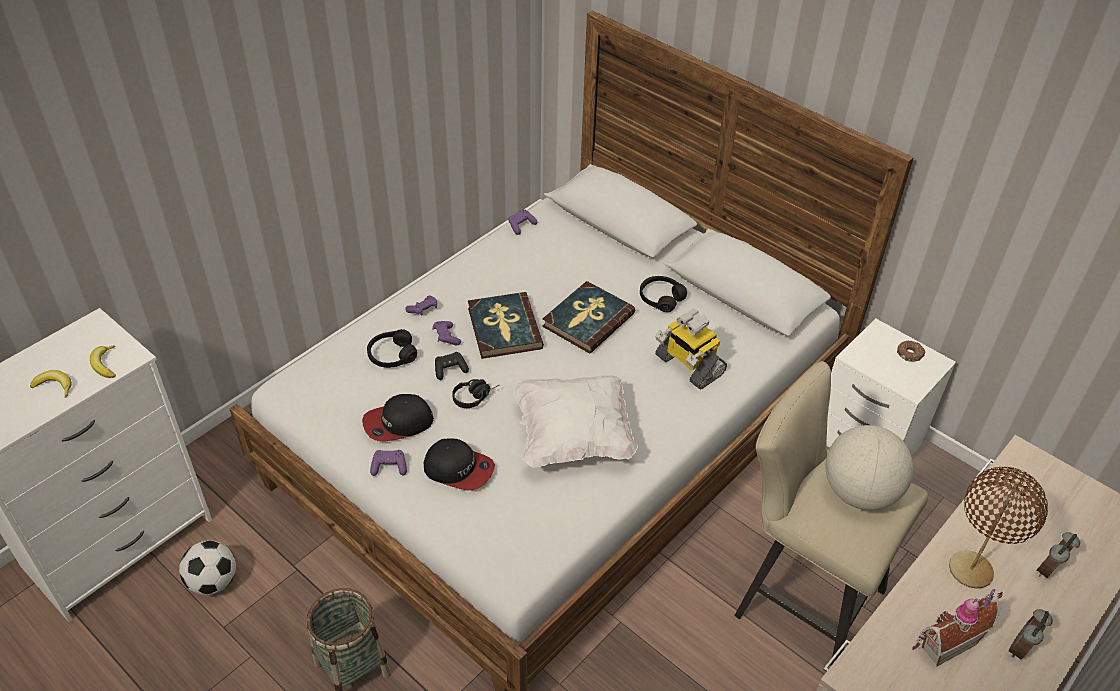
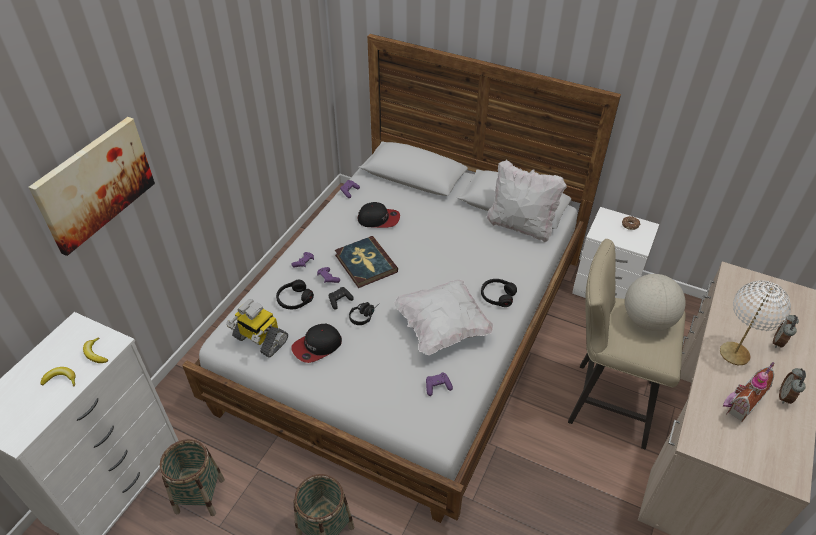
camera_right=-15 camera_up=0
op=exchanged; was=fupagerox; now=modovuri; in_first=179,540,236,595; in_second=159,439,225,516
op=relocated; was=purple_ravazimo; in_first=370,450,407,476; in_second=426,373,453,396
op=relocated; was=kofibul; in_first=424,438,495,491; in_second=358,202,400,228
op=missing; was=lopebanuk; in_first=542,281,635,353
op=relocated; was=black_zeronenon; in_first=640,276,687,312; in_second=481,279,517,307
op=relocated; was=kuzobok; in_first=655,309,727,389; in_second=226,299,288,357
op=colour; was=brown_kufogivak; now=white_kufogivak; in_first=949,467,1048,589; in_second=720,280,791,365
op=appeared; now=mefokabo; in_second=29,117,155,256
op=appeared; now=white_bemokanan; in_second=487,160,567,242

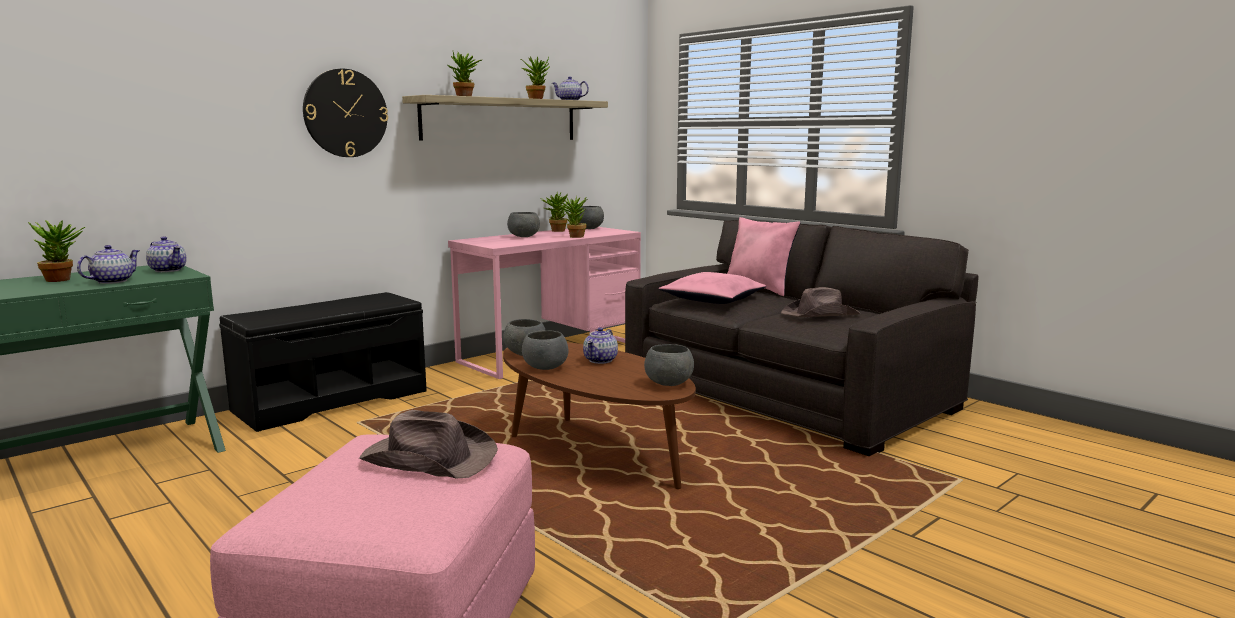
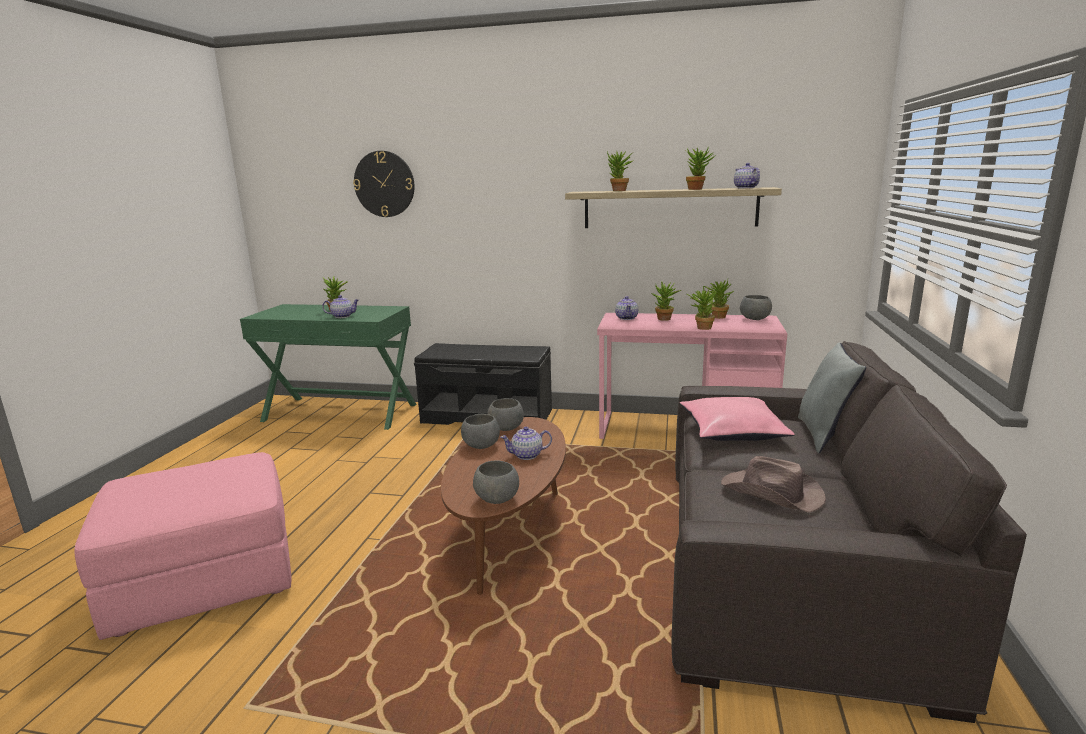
camera_right=55 camera_up=5
op=relocated; was=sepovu; in_first=146,236,187,272; in_second=615,296,638,320
op=relocated; was=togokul; in_first=303,69,388,157; in_second=353,151,415,217
op=missing; was=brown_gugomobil; in_first=359,410,498,479
op=exchanged; was=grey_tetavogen; now=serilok; in_first=507,212,540,237; in_second=652,281,681,321
op=colour; was=pink_bemokanan; now=grey_bemokanan; in_first=727,217,801,296; in_second=798,343,866,453

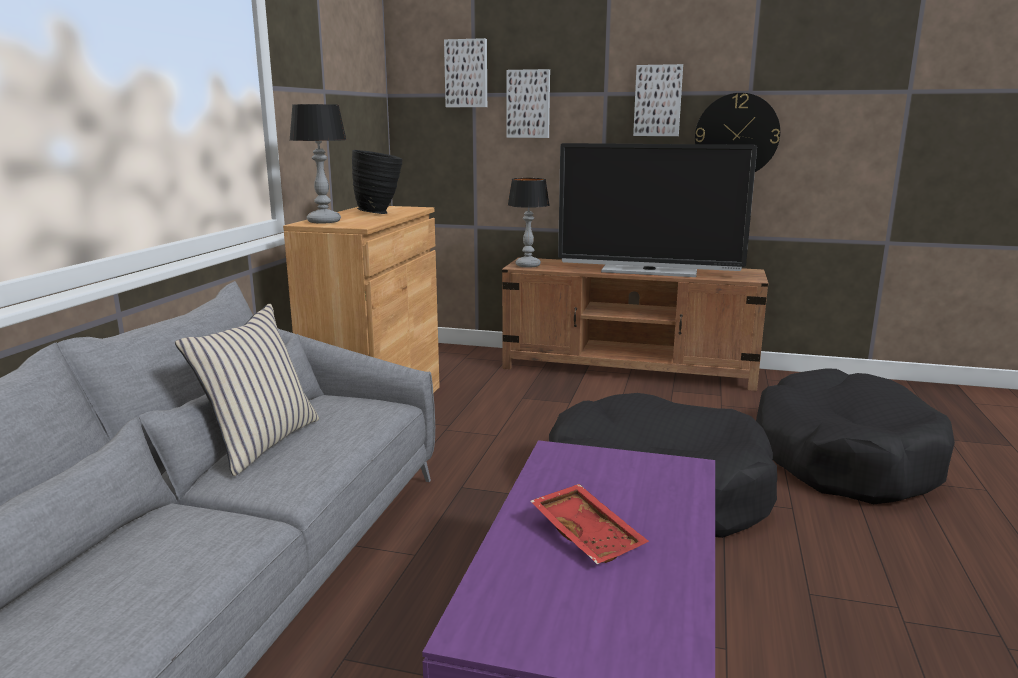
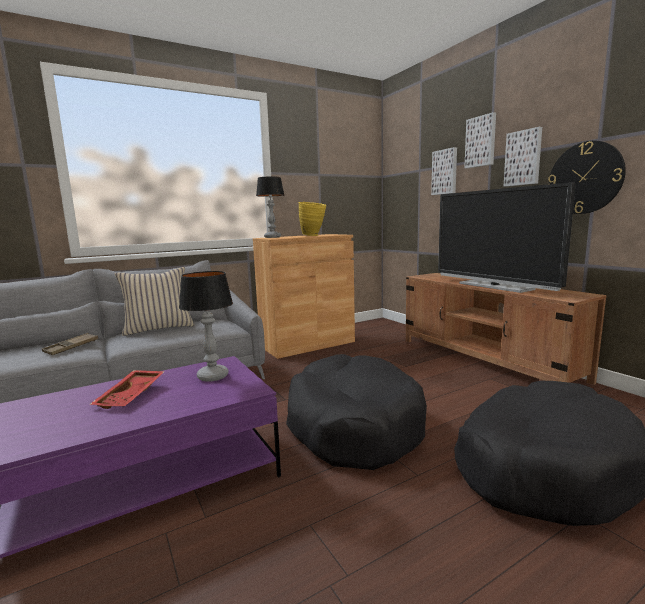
camera_right=45 camera_up=-5
op=colour; was=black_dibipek; now=yellow_dibipek; in_first=352,150,403,214; in_second=299,202,326,236
op=relocated; was=mefokabo; in_first=444,38,487,107; in_second=464,112,496,169
op=relocated; was=kufogivak; in_first=508,178,549,268; in_second=179,271,233,382
op=appeared; now=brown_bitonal; in_second=42,333,98,355

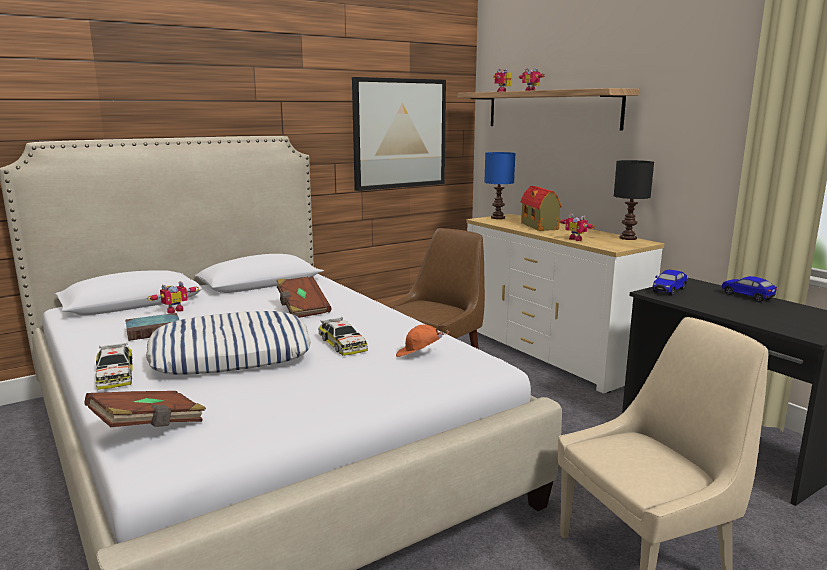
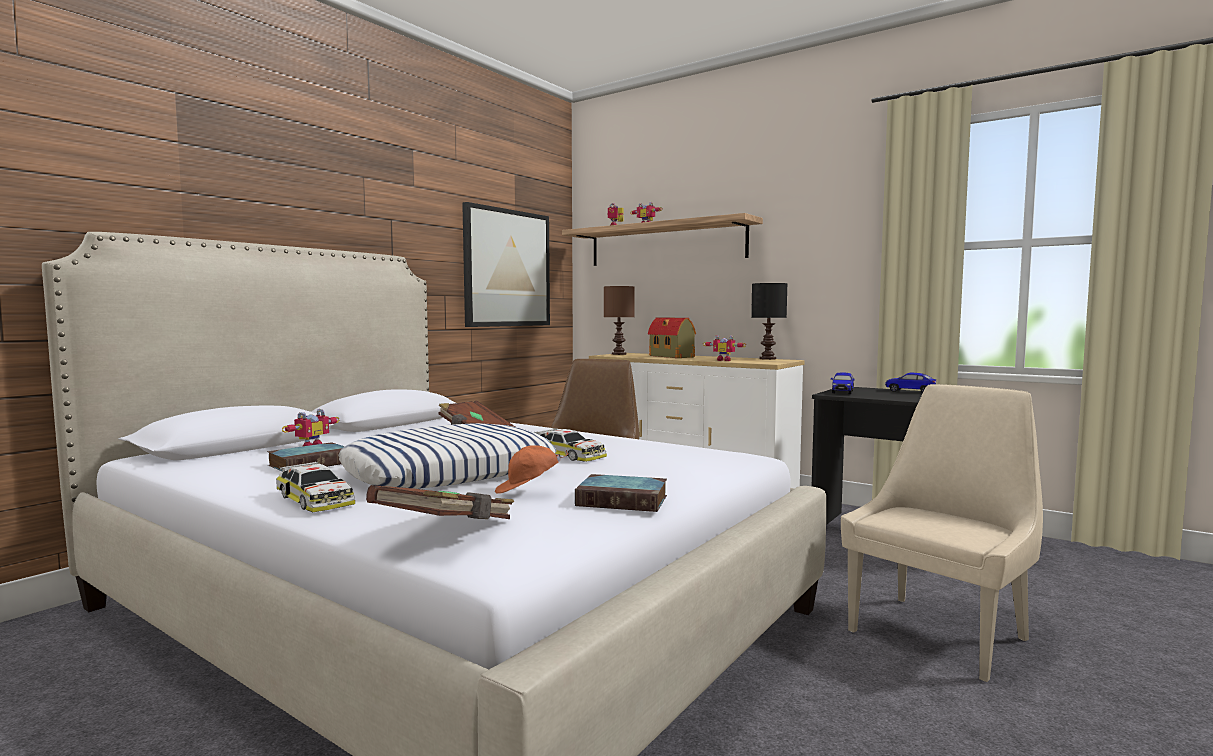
camera_right=-20 camera_up=-10
op=relocated; was=orange_kofibul; in_first=396,325,449,357; in_second=495,445,568,494
op=colour; was=blue_kufogivak; now=brown_kufogivak; in_first=484,152,515,219; in_second=604,286,635,355
op=appeared; now=lopebanuk; in_second=575,474,667,512

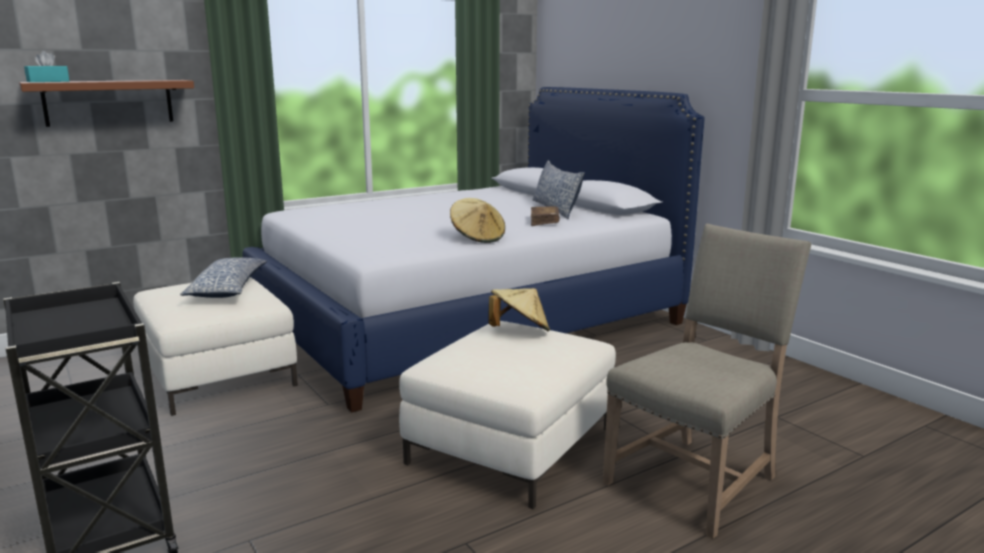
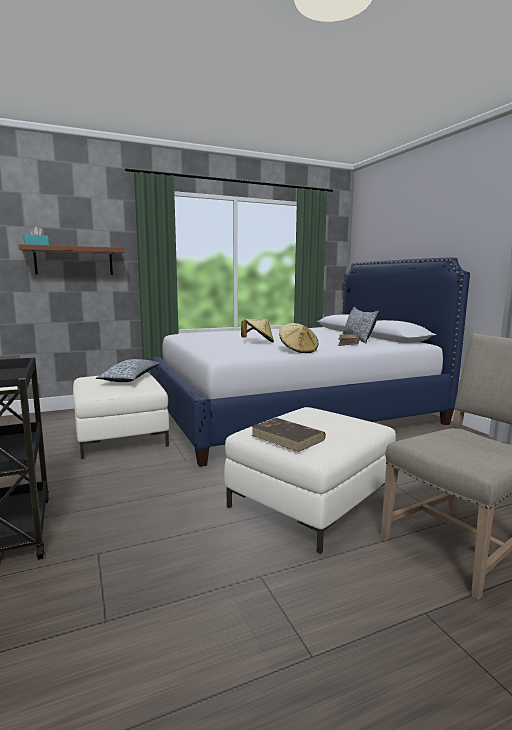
camera_right=10 camera_up=-5
op=relocated; was=beige_gugomobil; in_first=488,288,550,331; in_second=241,319,274,343
op=appeared; now=brown_lopebanuk; in_second=251,418,326,452

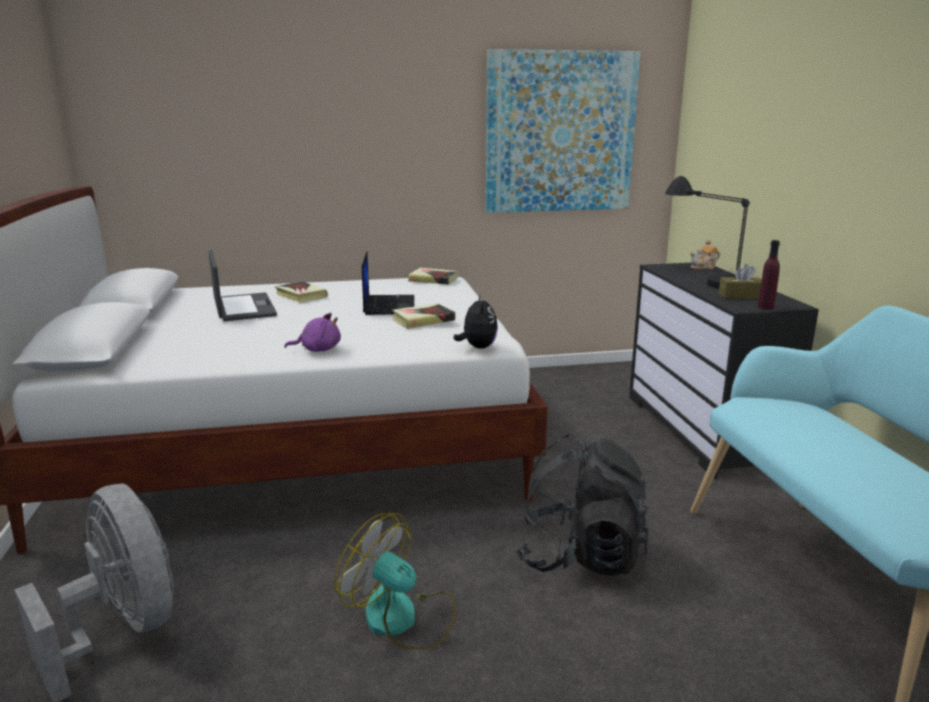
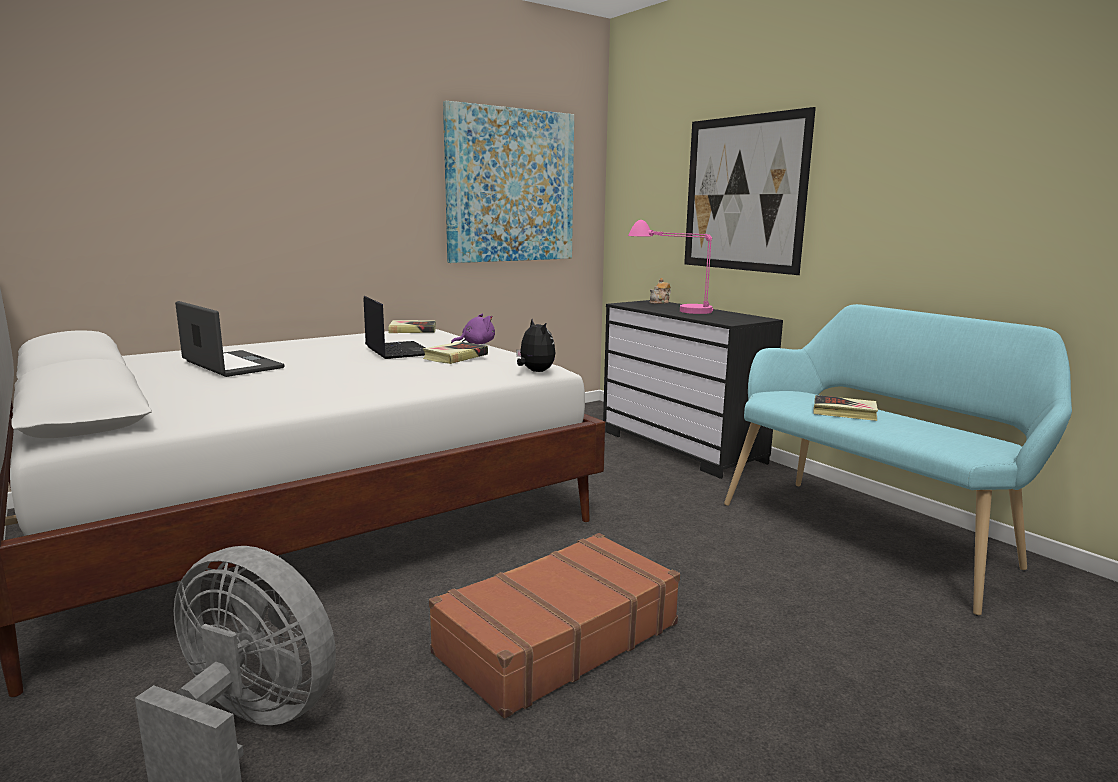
camera_right=-25 camera_up=-5
op=relocated; was=lopebanuk; in_first=275,281,328,303; in_second=813,395,878,421
op=relocated; was=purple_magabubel; in_first=284,313,341,352; in_second=451,314,495,344
op=exchanged; was=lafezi; now=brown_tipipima; in_first=334,513,456,650; in_second=429,533,680,718
op=missing; was=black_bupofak; in_first=515,434,648,576
op=colour; was=black_kufogivak; now=pink_kufogivak; in_first=665,176,750,289; in_second=628,220,713,314
op=missing; was=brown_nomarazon; in_first=719,264,762,299
op=missing; was=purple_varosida; in_first=758,240,780,310
op=appeared; now=mefokabo; in_second=684,107,816,275

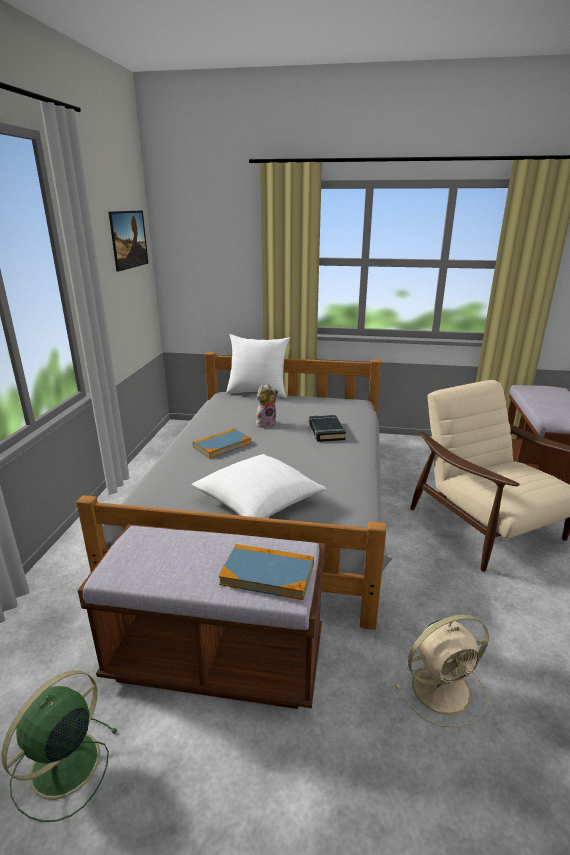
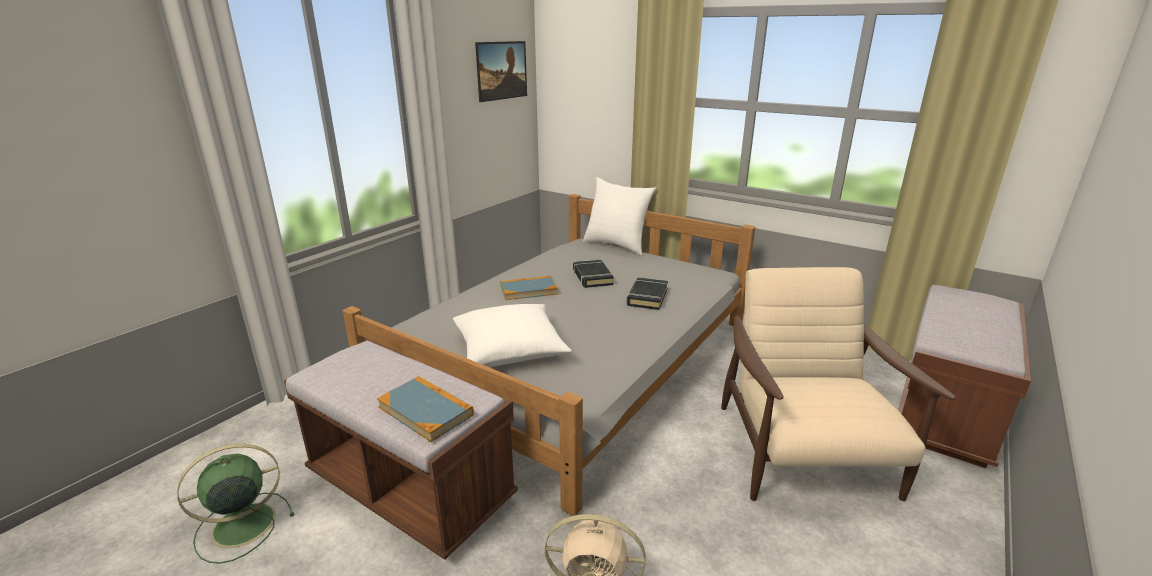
camera_right=25 camera_up=0
op=exchanged; was=magabubel; now=black_lopebanuk; in_first=256,384,278,427; in_second=573,260,614,288

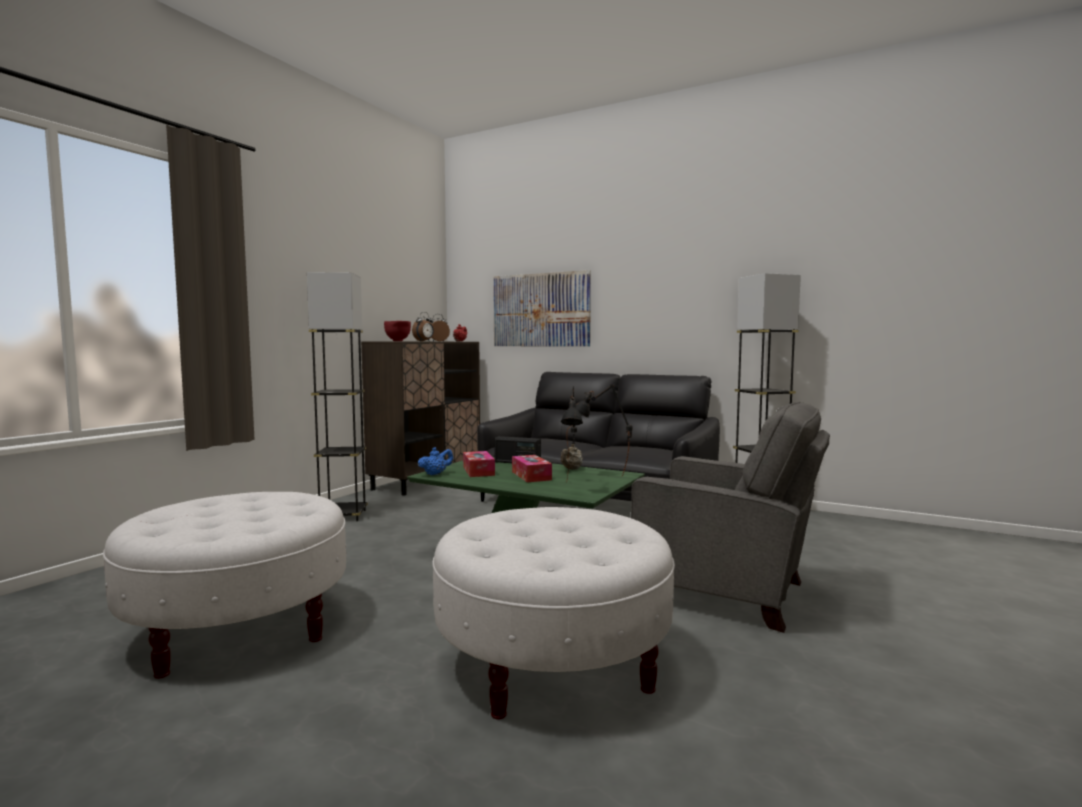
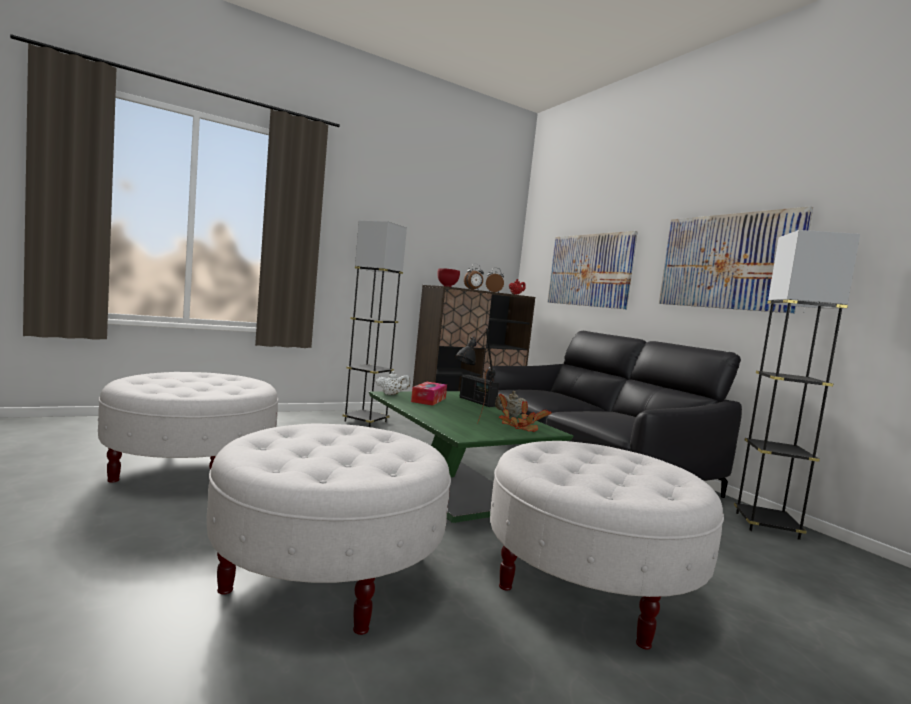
camera_right=30 camera_up=0
op=colour; was=blue_sepovu; now=white_sepovu; in_first=418,447,453,475; in_second=376,371,410,395
op=missing; was=nomarazon; in_first=512,455,552,482
op=exchanged; was=black_kufogivak; now=serilok; in_first=576,384,632,477; in_second=499,394,552,432
op=exchanged; was=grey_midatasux; now=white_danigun; in_first=631,402,830,633; in_second=490,441,724,650
op=appeared; now=mefokabo; in_second=659,206,813,313

